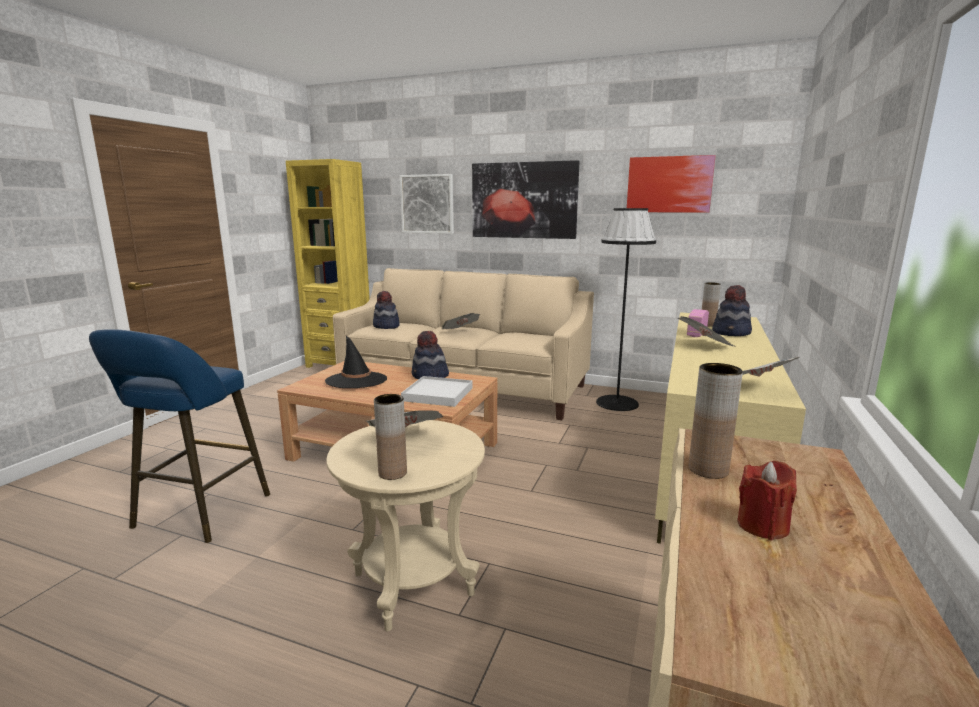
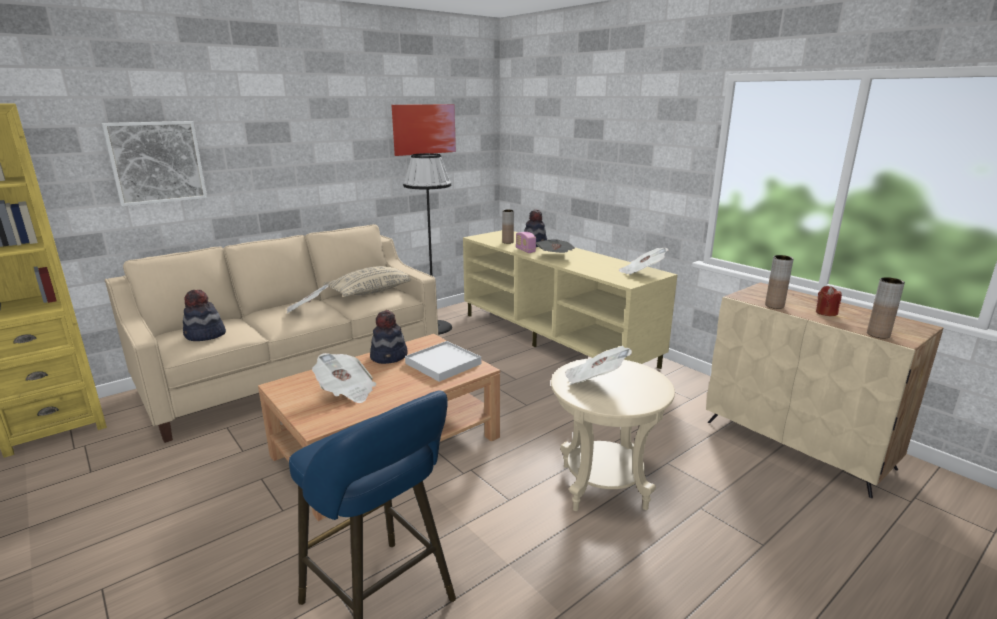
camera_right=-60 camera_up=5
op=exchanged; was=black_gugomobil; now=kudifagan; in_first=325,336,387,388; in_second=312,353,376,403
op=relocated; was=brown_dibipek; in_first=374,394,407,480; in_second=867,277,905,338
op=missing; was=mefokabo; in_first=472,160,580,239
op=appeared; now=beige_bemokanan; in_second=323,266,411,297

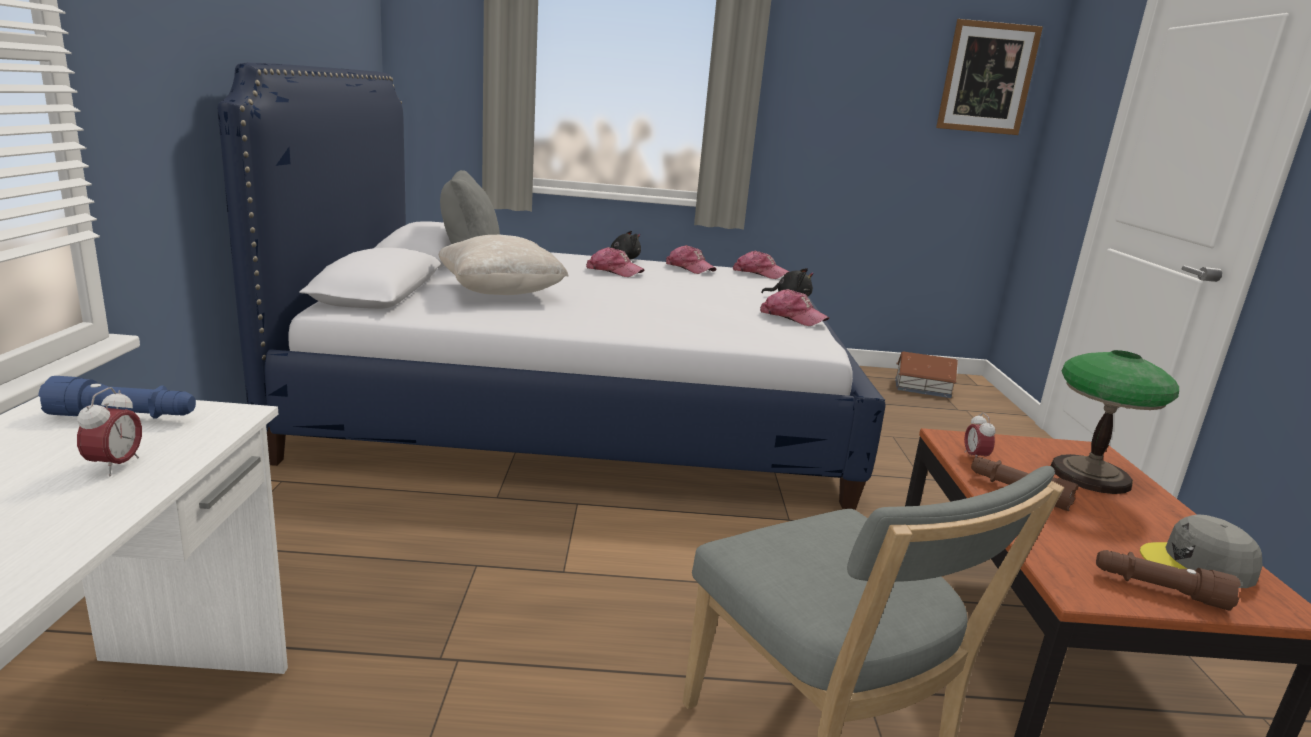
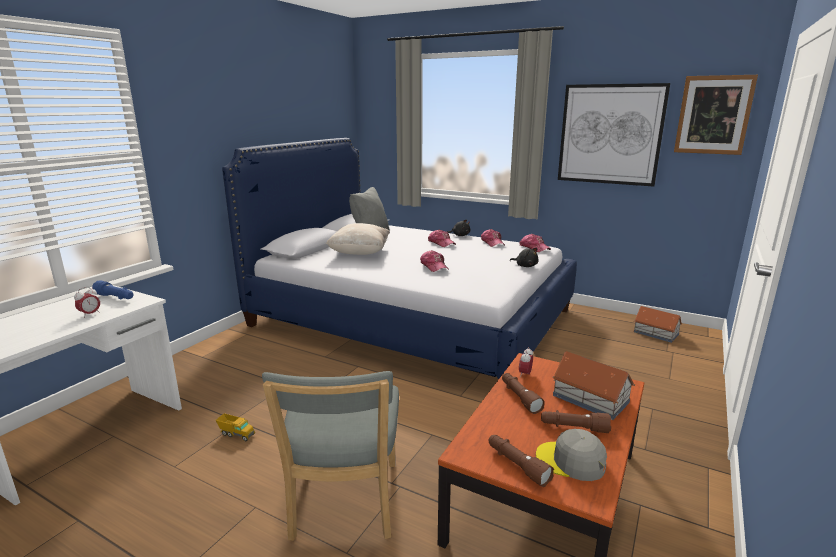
camera_right=30 camera_up=0
op=relocated; was=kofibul; in_first=760,289,829,326; in_second=420,250,449,272
op=exchanged; was=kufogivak; now=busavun; in_first=1050,350,1179,494; in_second=552,351,635,420
op=appeared; now=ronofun; in_second=215,413,255,441
op=appeared; now=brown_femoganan; in_second=541,410,611,433
op=appeared; now=mefokabo; in_second=558,83,670,187

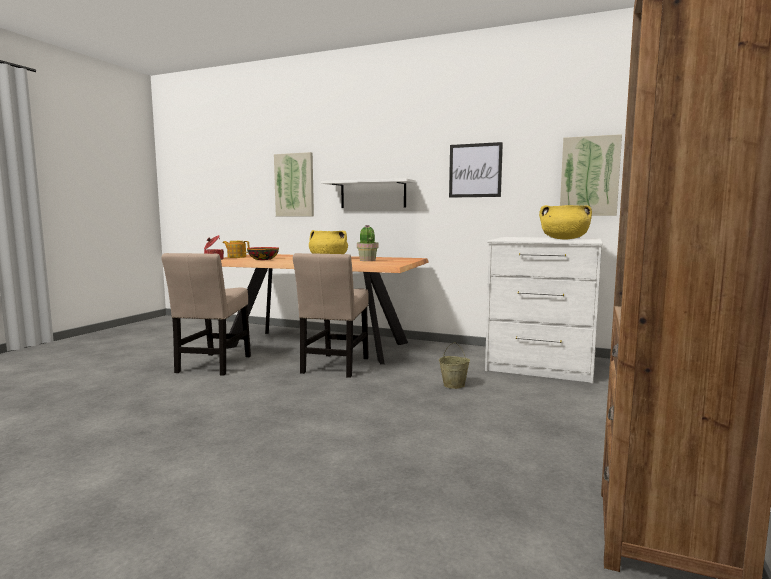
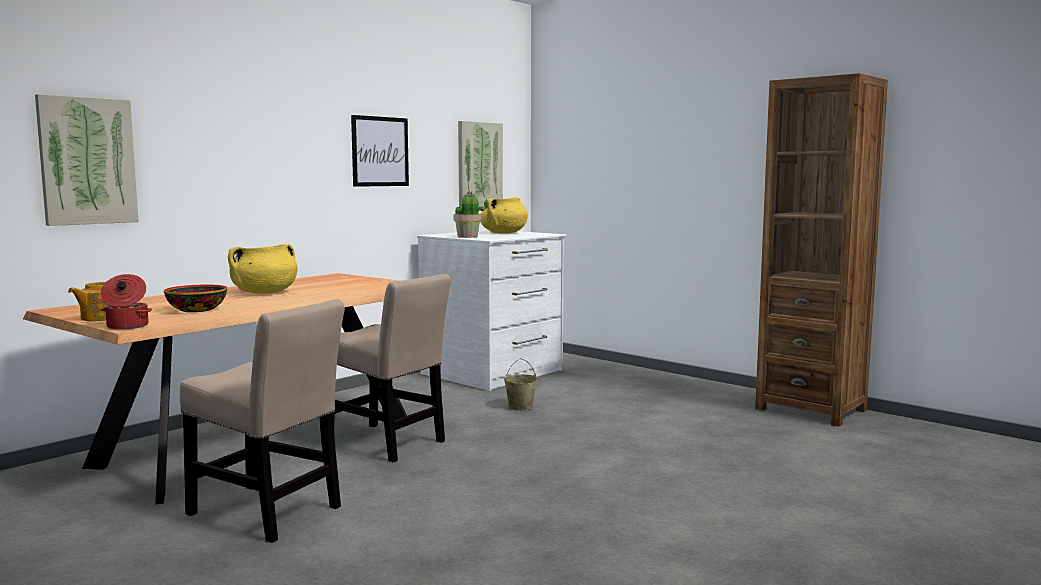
camera_right=-70 camera_up=0
op=missing; was=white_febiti; in_first=321,178,416,208
op=relocated; was=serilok; in_first=357,225,378,261; in_second=454,191,489,238

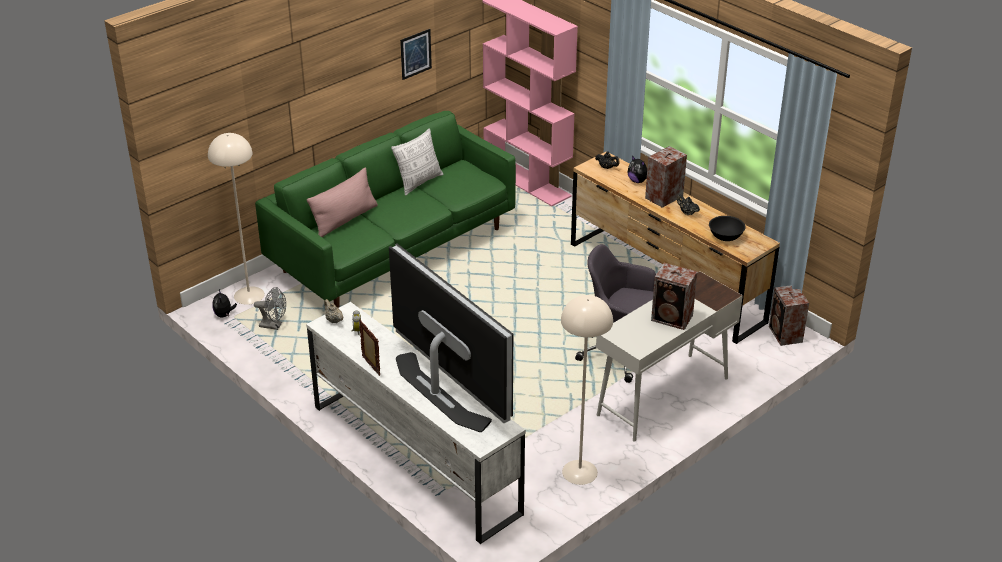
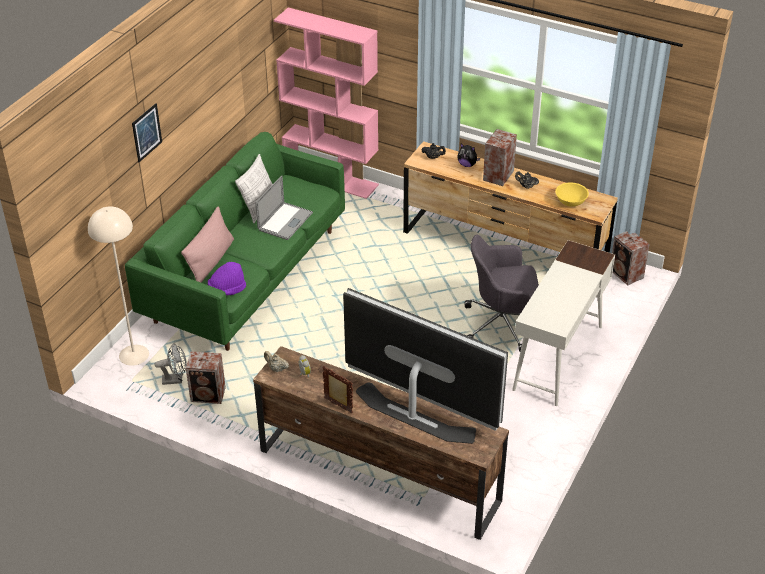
camera_right=-20 camera_up=5
op=missing; was=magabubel; in_first=212,289,237,318
op=colour; was=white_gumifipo; now=brown_gumifipo; in_first=306,302,525,544; in_second=253,346,509,540
op=relocated; was=mefokabo; in_first=400,29,432,80; in_second=132,103,162,162
op=missing; was=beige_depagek; in_first=561,295,613,485
op=relocated; was=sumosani; in_first=651,263,697,330; in_second=186,351,226,404
op=colour; was=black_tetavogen; now=yellow_tetavogen; in_first=709,216,746,241; in_second=555,182,589,207
op=appeared; now=purple_gugomobil; in_second=208,262,246,295
op=appeared; now=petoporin; in_second=255,175,313,240

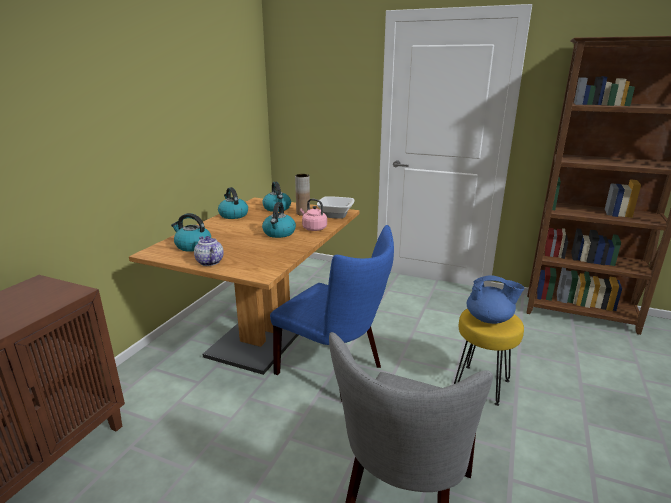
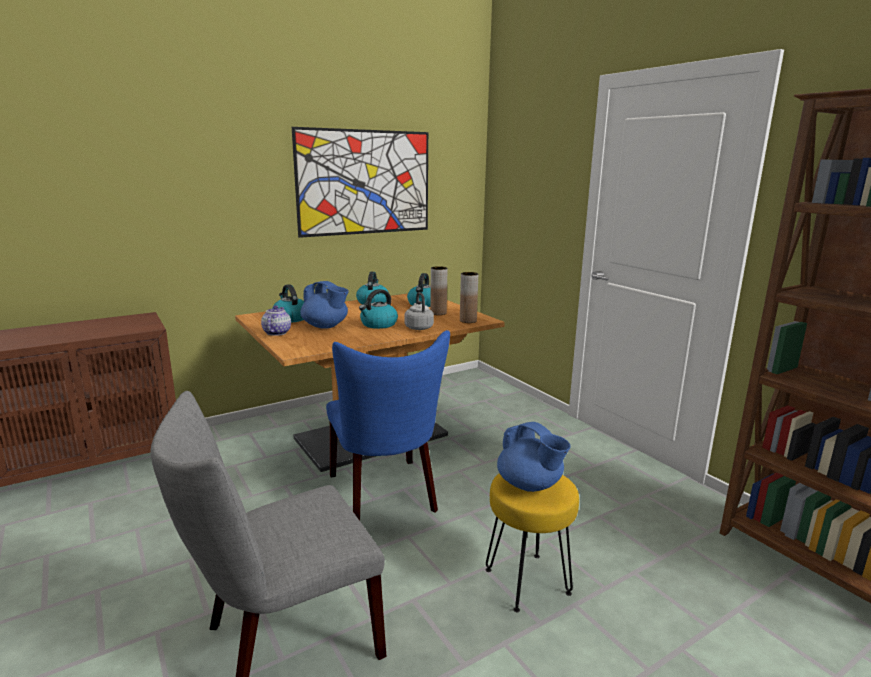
camera_right=35 camera_up=-5
op=colour; was=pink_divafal; now=grey_divafal; in_first=300,199,327,231; in_second=404,292,434,330
op=exchanged; was=tetavogen; now=brown_dibipek; in_first=317,196,355,219; in_second=460,272,478,323
op=appeared; now=mefokabo; in_second=292,127,428,238
op=appeared; now=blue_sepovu; in_second=300,281,349,329

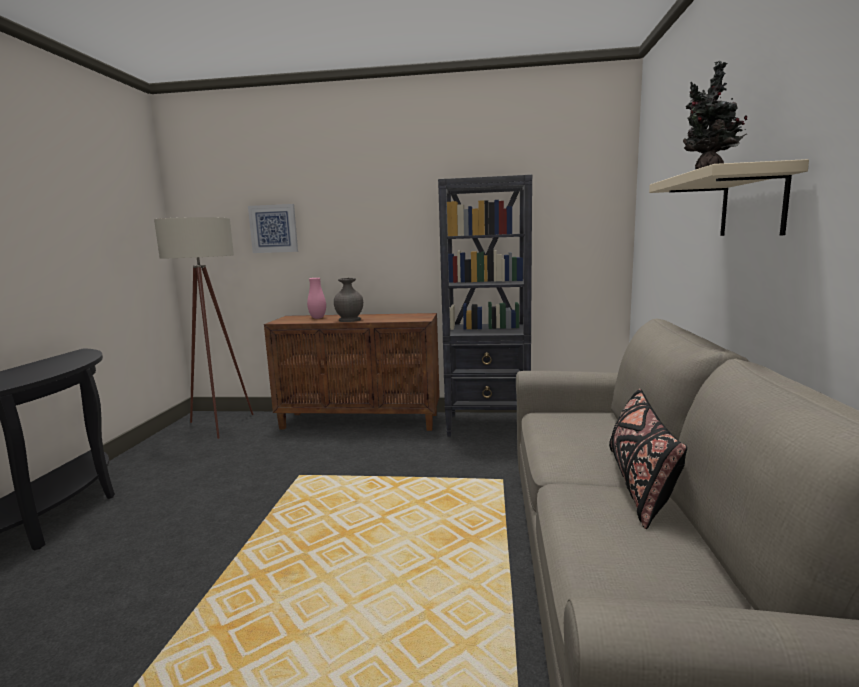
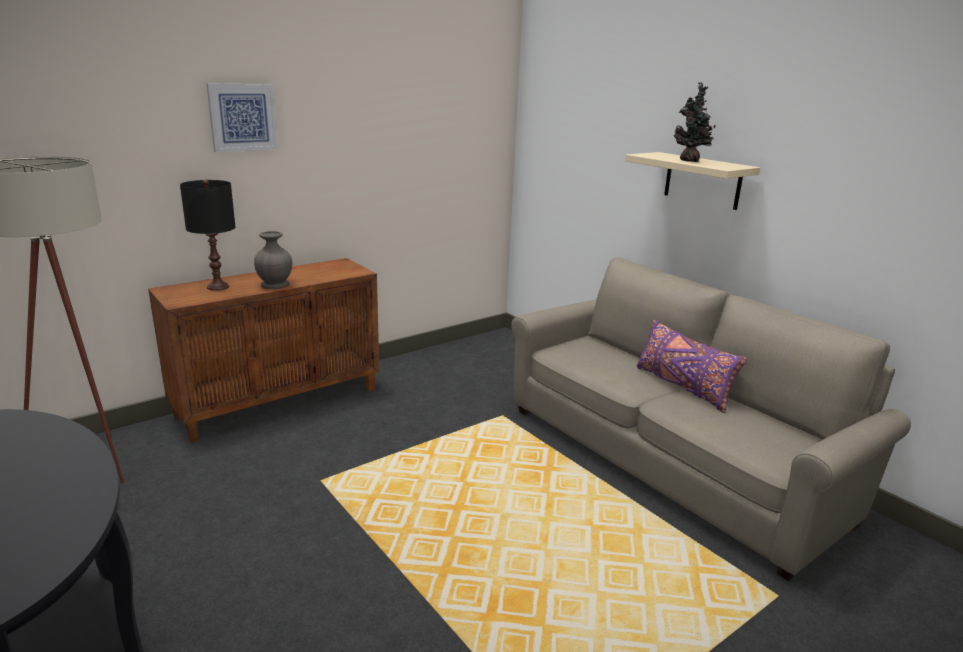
camera_right=-45 camera_up=10
op=relocated; was=mefokabo; in_first=248,204,298,253; in_second=206,83,278,152
op=exchanged; was=pink_dibipek; now=black_kufogivak; in_first=307,278,326,319; in_second=180,179,236,291
op=missing; was=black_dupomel; in_first=438,175,532,436
op=colour; was=black_bemokanan; now=purple_bemokanan; in_first=609,389,687,529; in_second=637,320,747,413

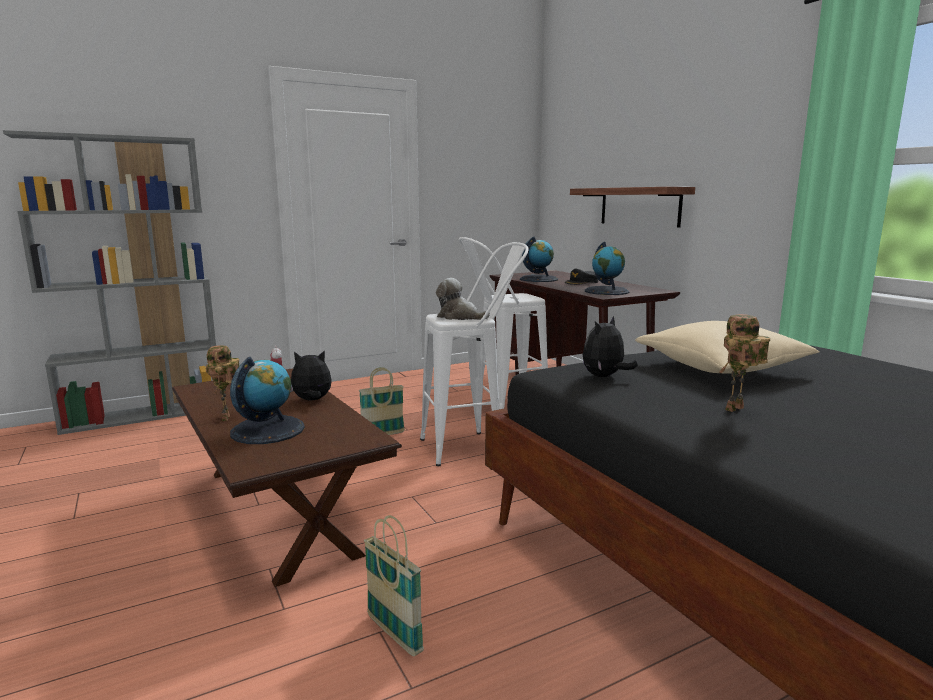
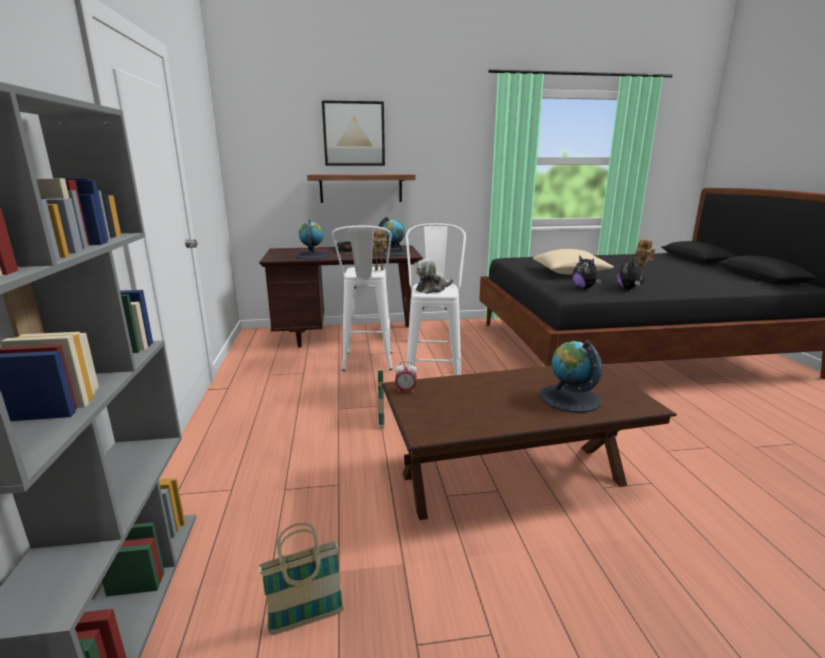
camera_right=-70 camera_up=5
op=relocated; was=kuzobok; in_first=206,346,239,421; in_second=373,229,388,271
op=relocated; was=magabubel; in_first=290,350,332,400; in_second=617,256,645,290
op=relocated; was=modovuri; in_first=364,515,424,656; in_second=259,523,344,635
op=appeared; now=mefokabo; in_second=322,100,385,166

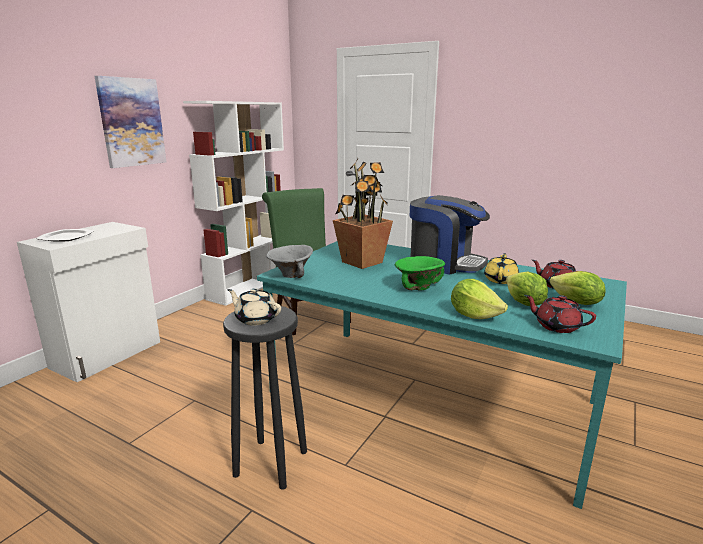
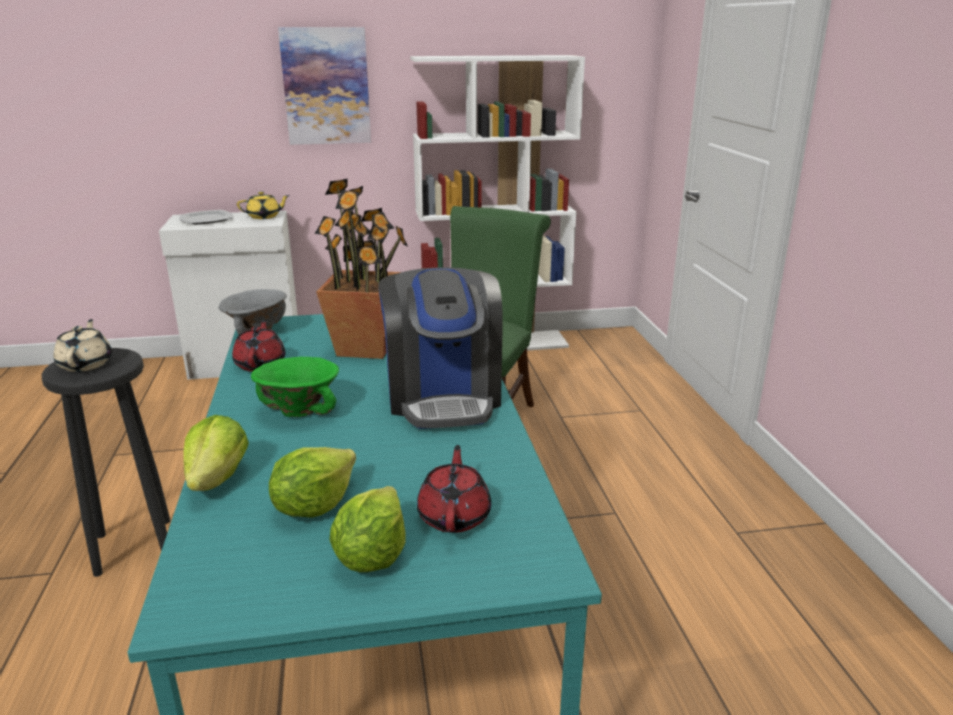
camera_right=50 camera_up=5
op=relocated; was=yellow_sepovu; in_first=484,253,519,284; in_second=237,191,290,219
op=relocated; was=red_sepovu; in_first=525,295,596,333; in_second=232,320,286,372

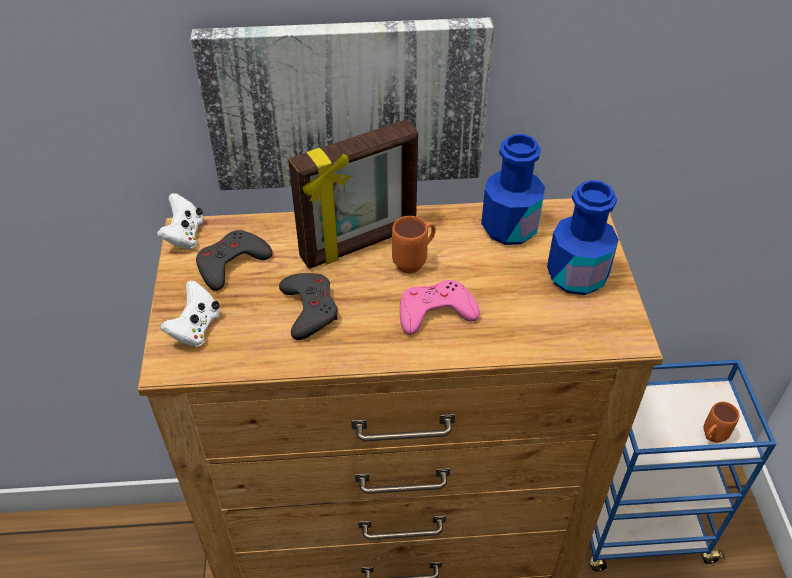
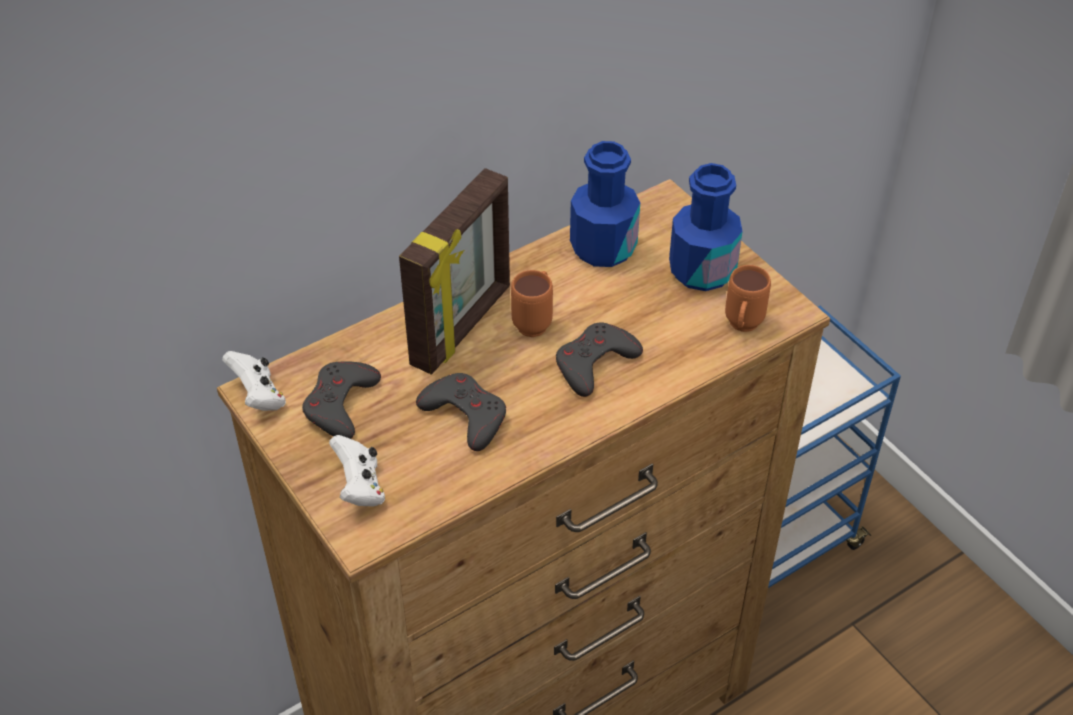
camera_right=-30 camera_up=0
op=missing; was=mefokabo; in_first=190,17,494,190
op=colour; was=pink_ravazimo; now=grey_ravazimo; in_first=400,280,480,335; in_second=556,323,643,397
op=relocated; was=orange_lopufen; in_first=703,402,739,443; in_second=725,265,771,332

